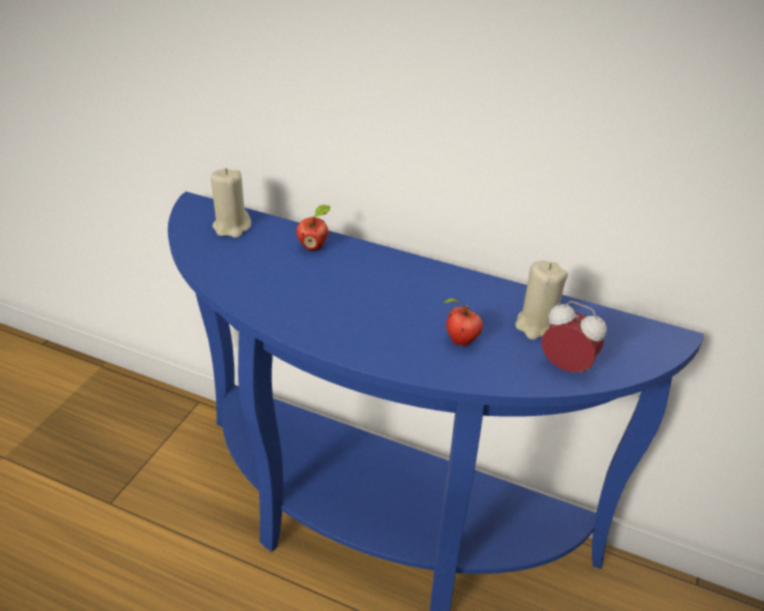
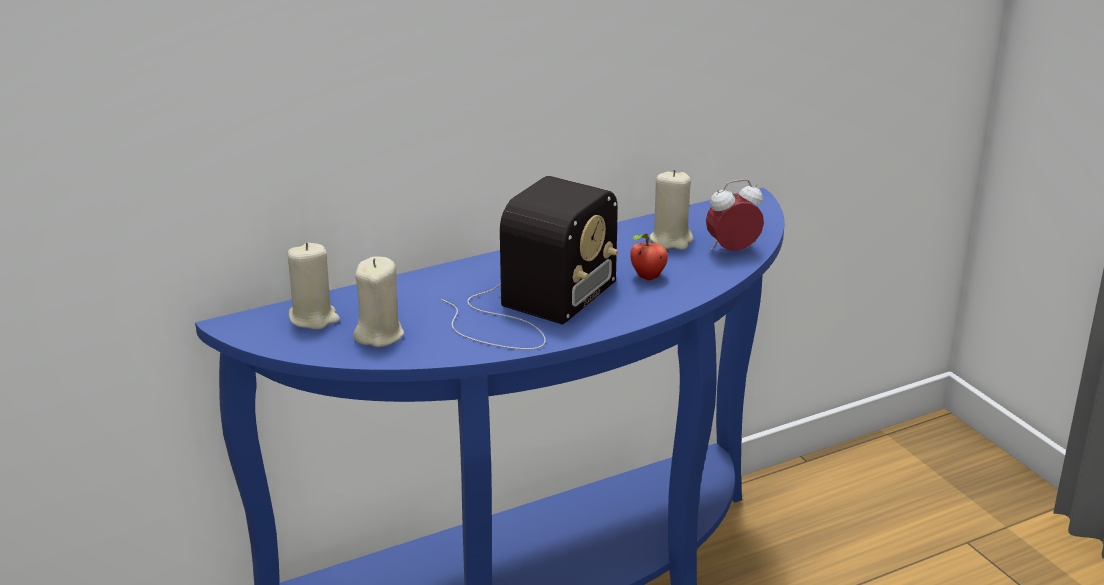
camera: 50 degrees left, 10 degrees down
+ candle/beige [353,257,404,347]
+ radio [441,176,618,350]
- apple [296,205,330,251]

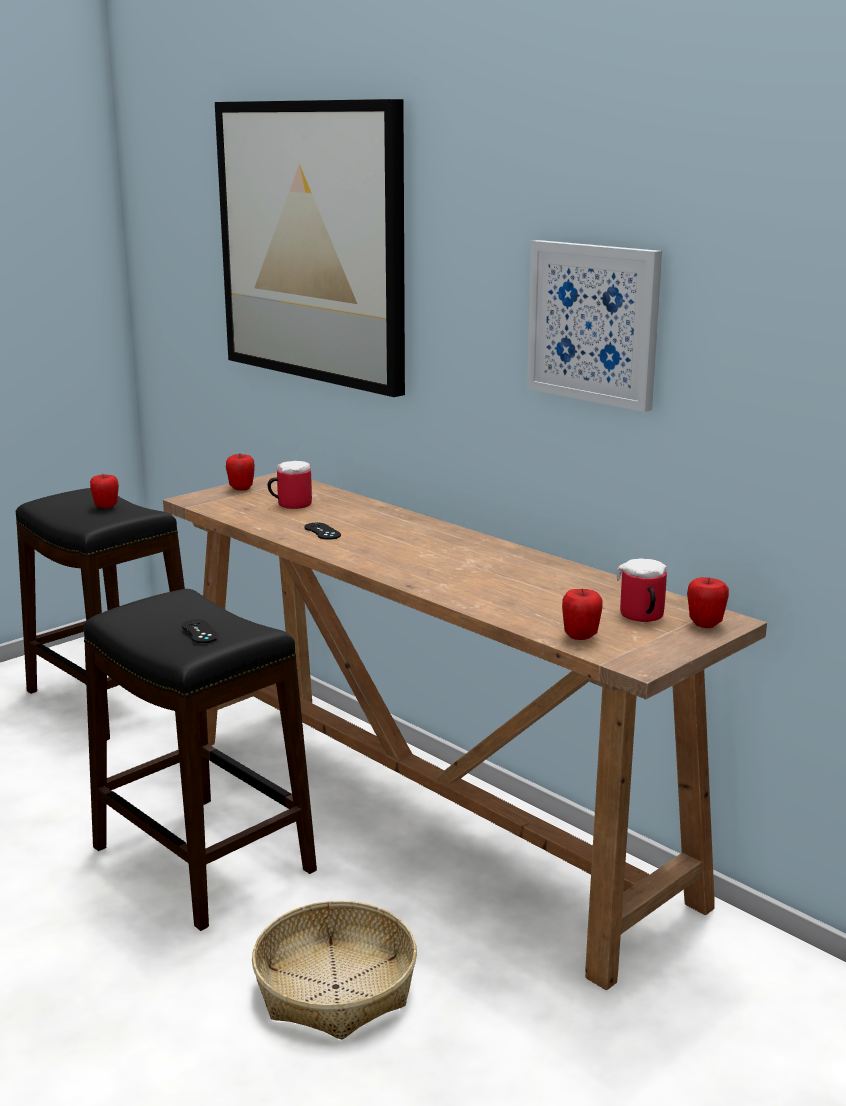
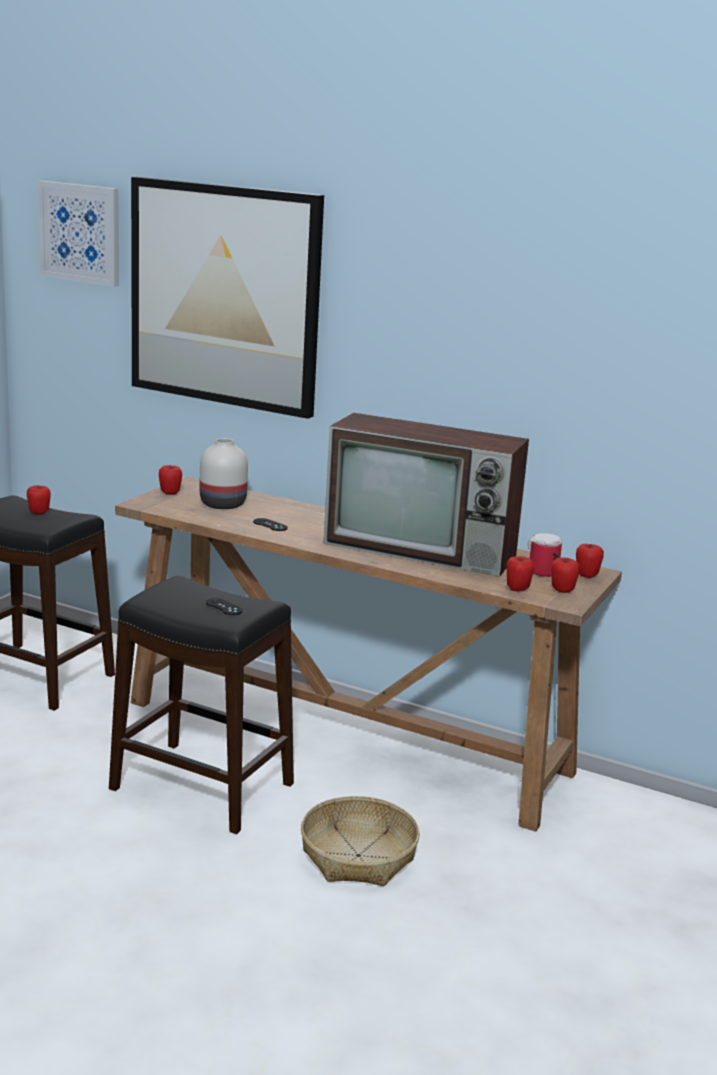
camera: 20 degrees left, 0 degrees up
~ picture [527,240,662,412] to [38,181,119,287]
~ mug [268,461,312,509] to vase/white [200,438,248,509]
+ television [323,413,529,577]
+ apple [551,558,580,593]

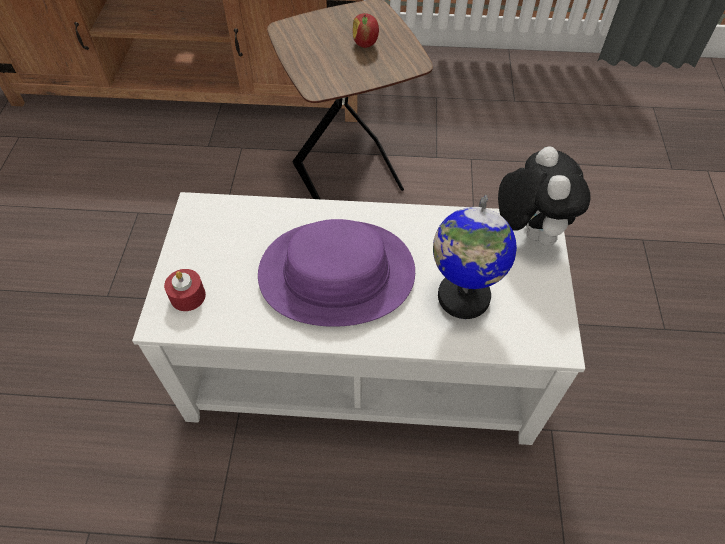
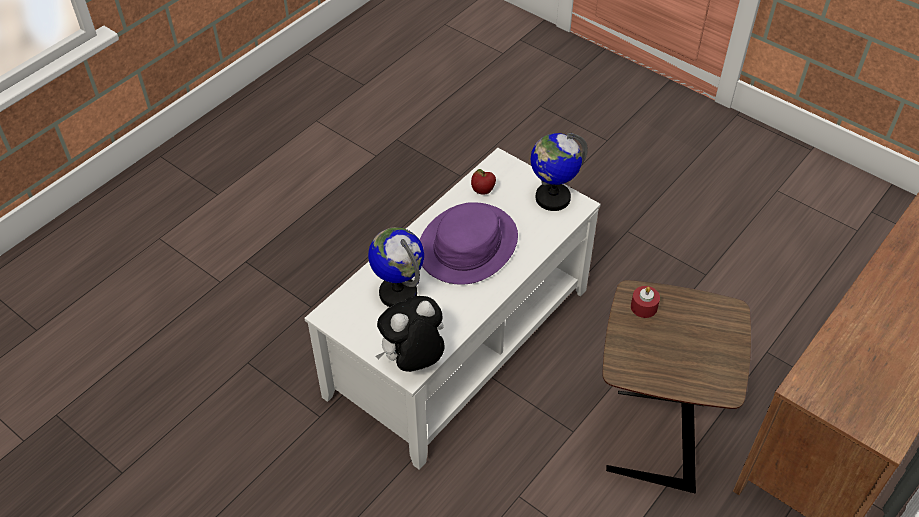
camera: 125 degrees right, 5 degrees down
~ plush toy [498,146,590,246] = [376,296,445,372] 120 degrees clockwise
~ apple [353,13,379,48] to [471,169,496,195]
+ globe [531,133,588,211]
~ candle/red [164,269,206,311] to [631,286,660,318]

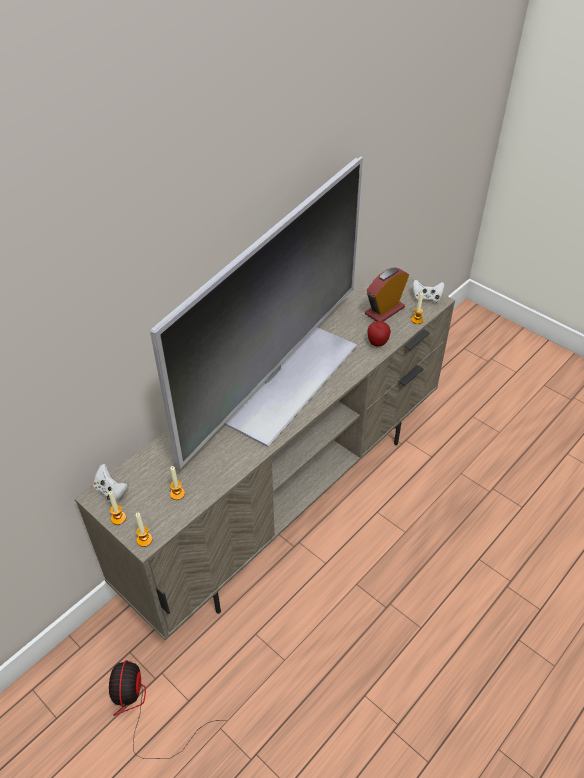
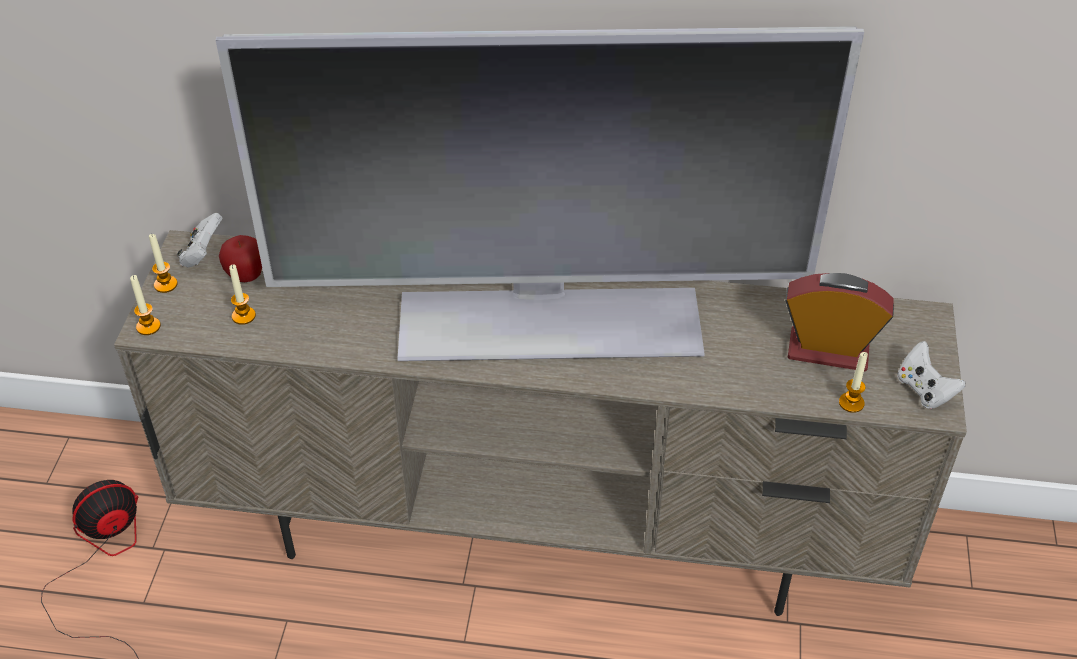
camera: 55 degrees right, 0 degrees up
~ apple [367,321,391,346] to [219,235,262,282]

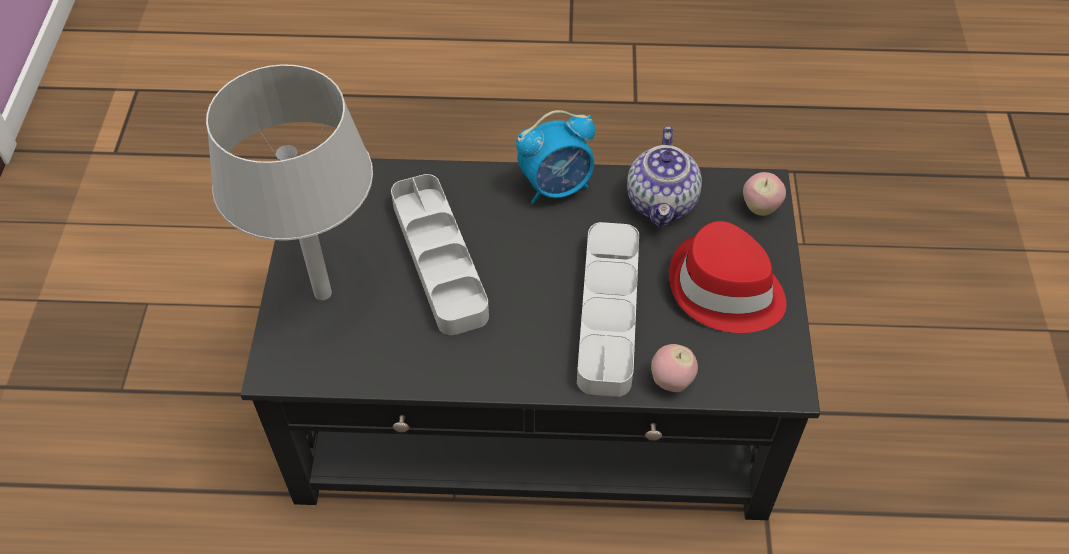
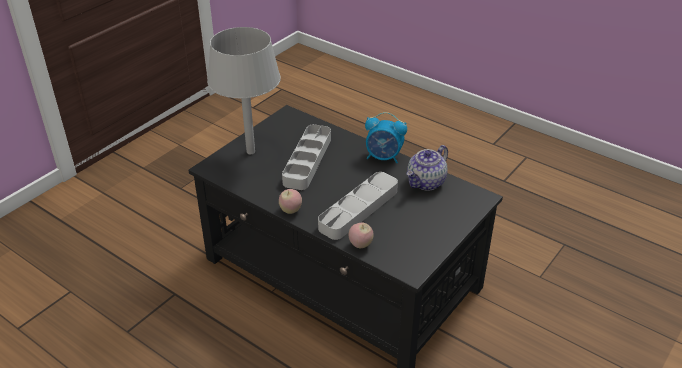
camera: 35 degrees right, 15 degrees down
~ apple [743,172,786,216] to [279,189,302,214]
- hat/red [669,221,786,333]

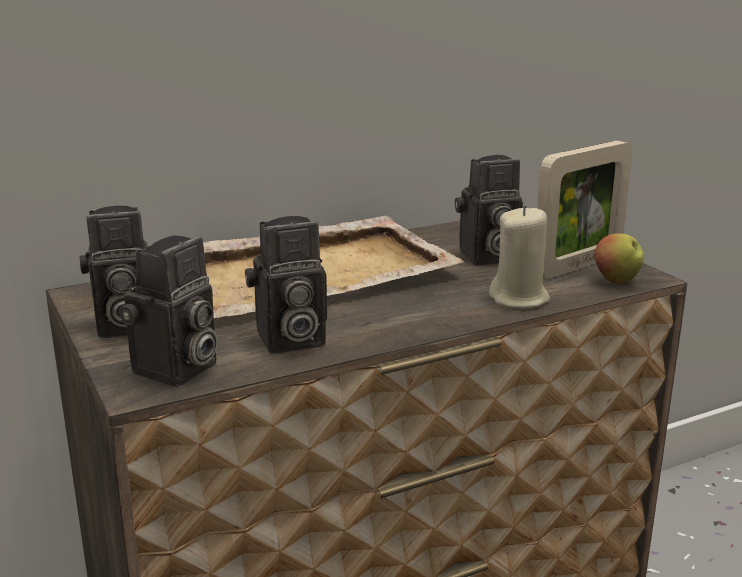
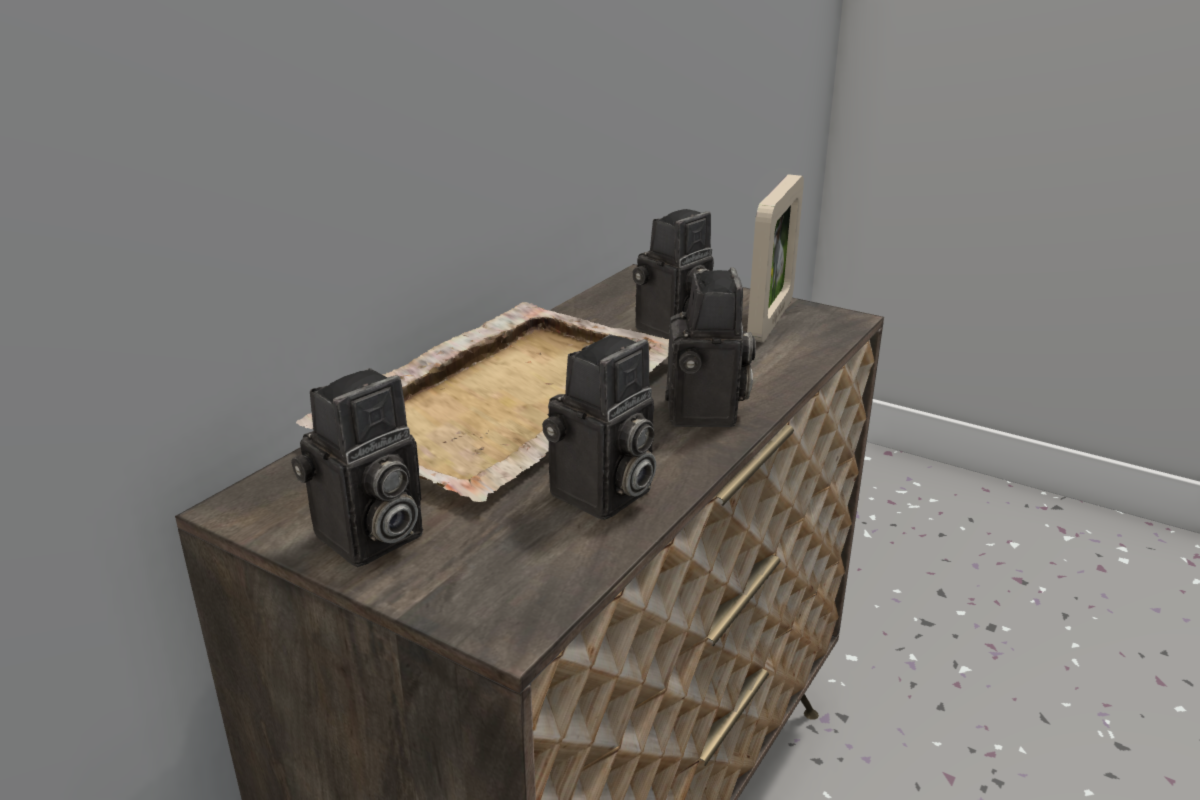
camera: 30 degrees left, 5 degrees up
~ photo camera [119,236,218,387] to [665,267,756,427]
- candle/beige [489,205,550,308]
- apple [594,234,644,284]

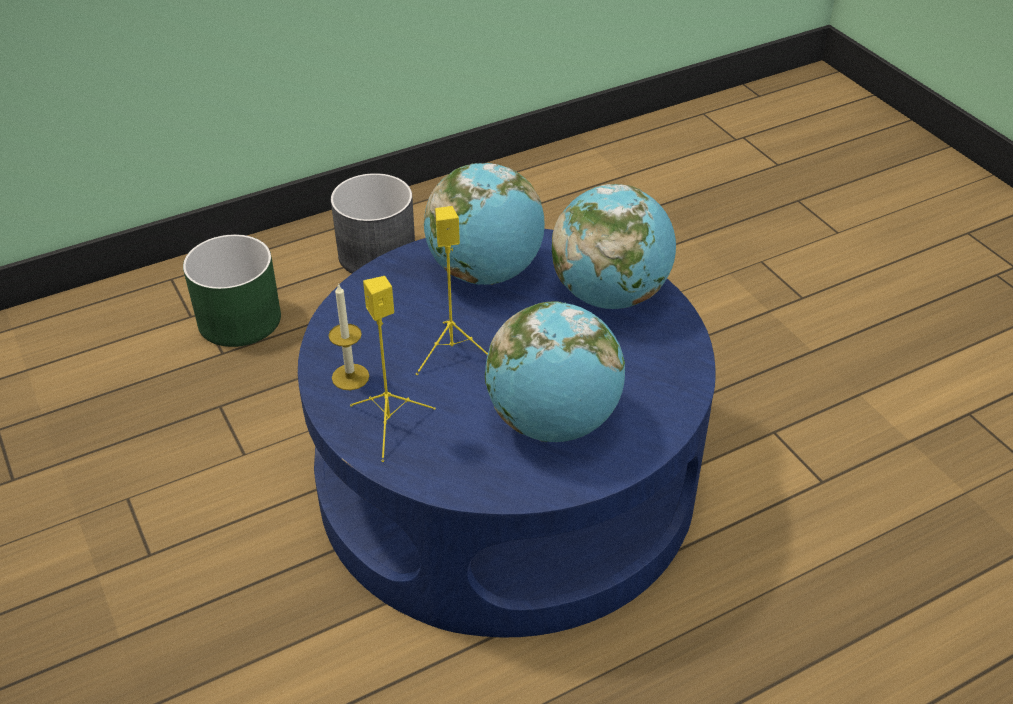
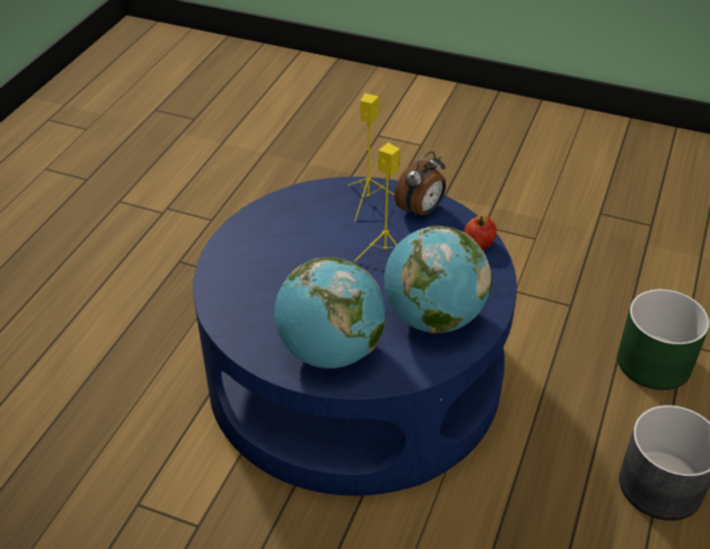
camera: 140 degrees right, 0 degrees up
~ candle [328,283,369,390] to alarm clock [394,152,446,218]
+ apple [464,216,496,249]
- globe [485,301,625,442]

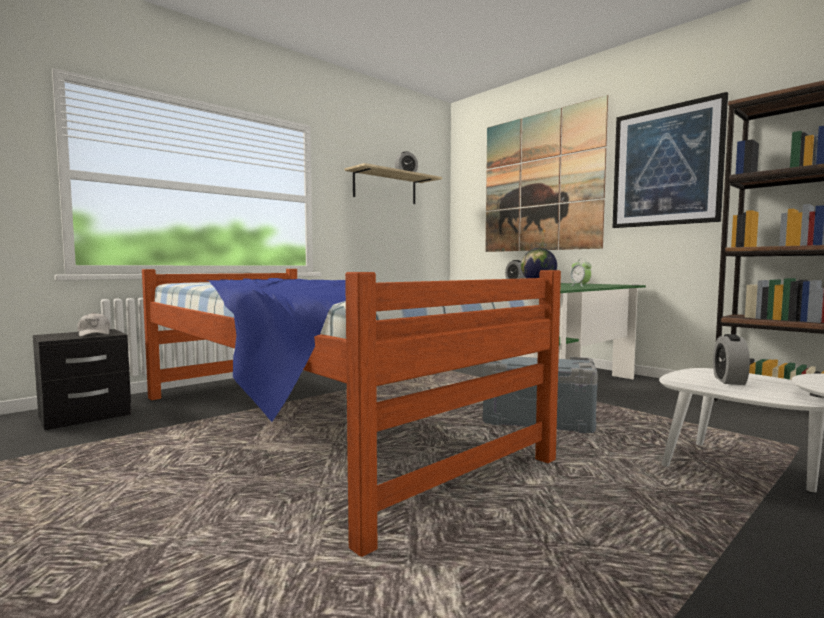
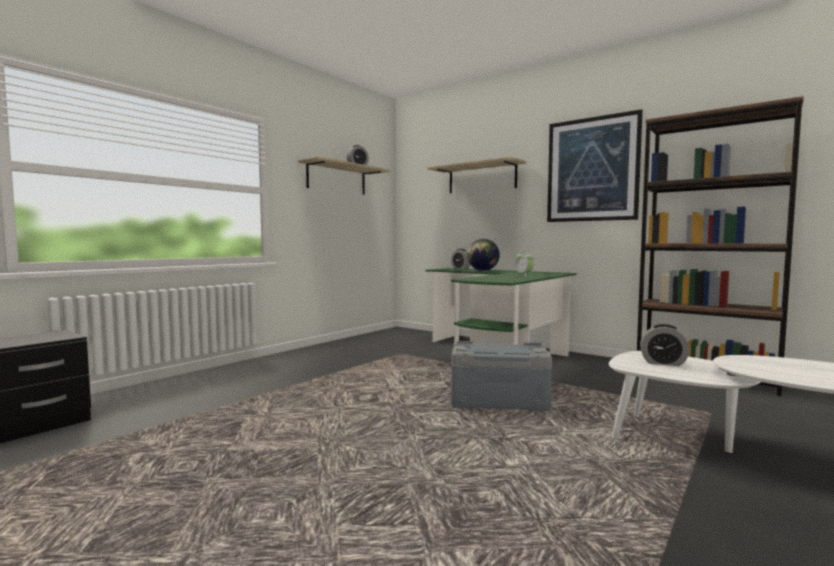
camera: 10 degrees left, 0 degrees up
~ picture [485,95,608,252] to shelf [426,157,526,193]
~ alarm clock [713,334,750,385] = [640,324,689,366] 75 degrees counterclockwise
- cap/white [77,312,111,337]
- bed [142,269,561,557]

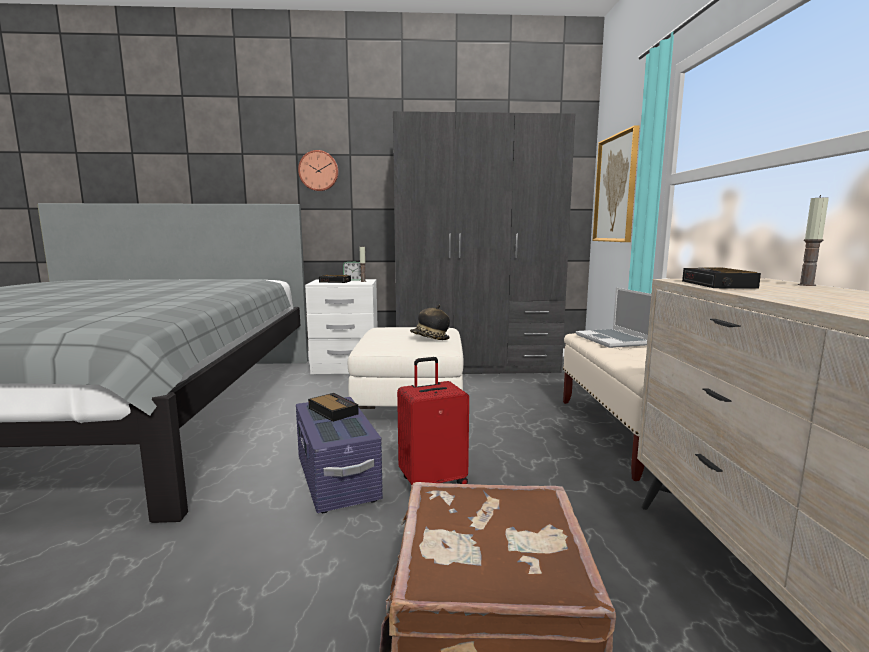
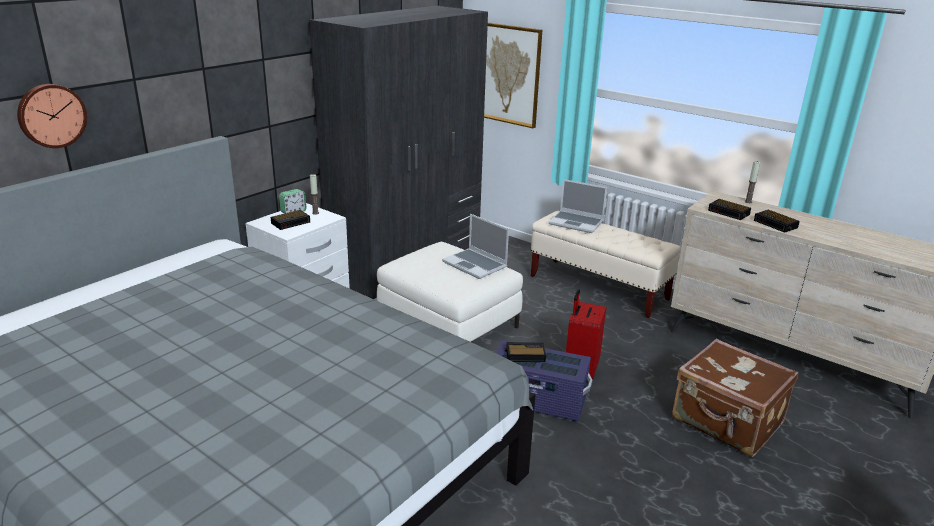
camera: 50 degrees left, 15 degrees up
~ wall clock [298,150,339,191] to [17,84,87,148]
~ hat [410,305,450,340] to laptop [442,214,509,279]
+ alarm clock [754,210,800,233]

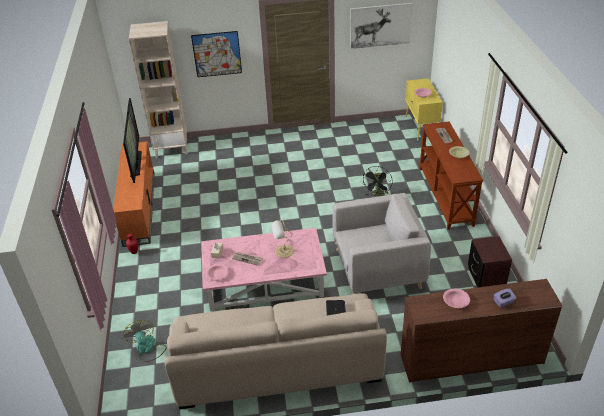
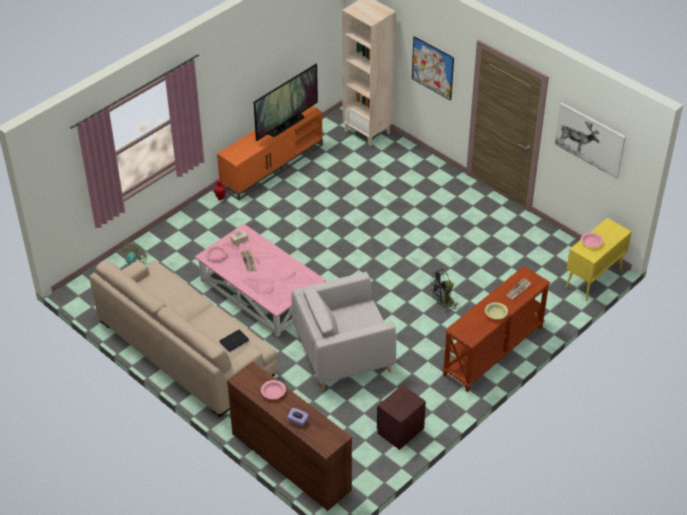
camera: 50 degrees right, 5 degrees up
~ armchair/grey [333,193,431,294] = [292,272,396,390] 120 degrees clockwise
- table lamp [271,220,294,258]

